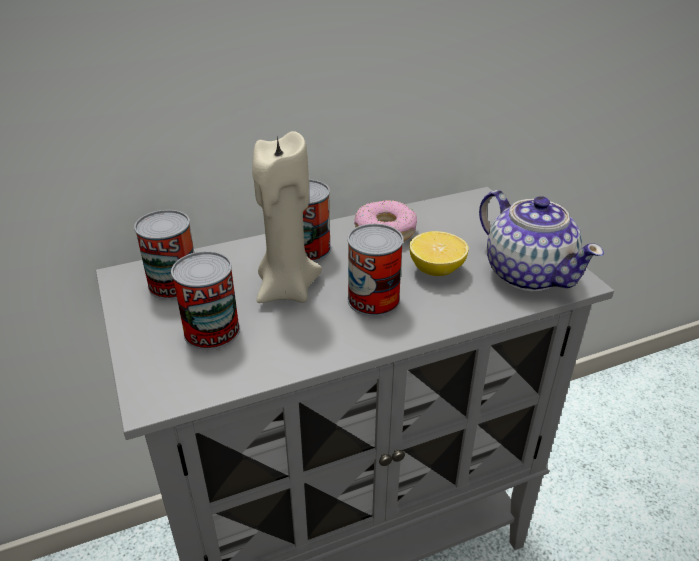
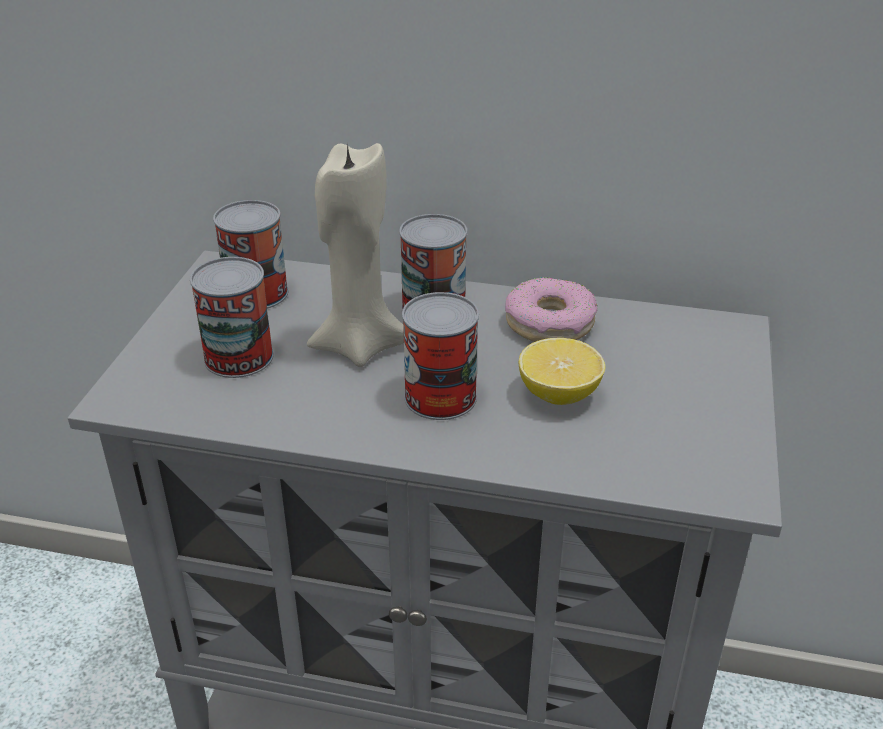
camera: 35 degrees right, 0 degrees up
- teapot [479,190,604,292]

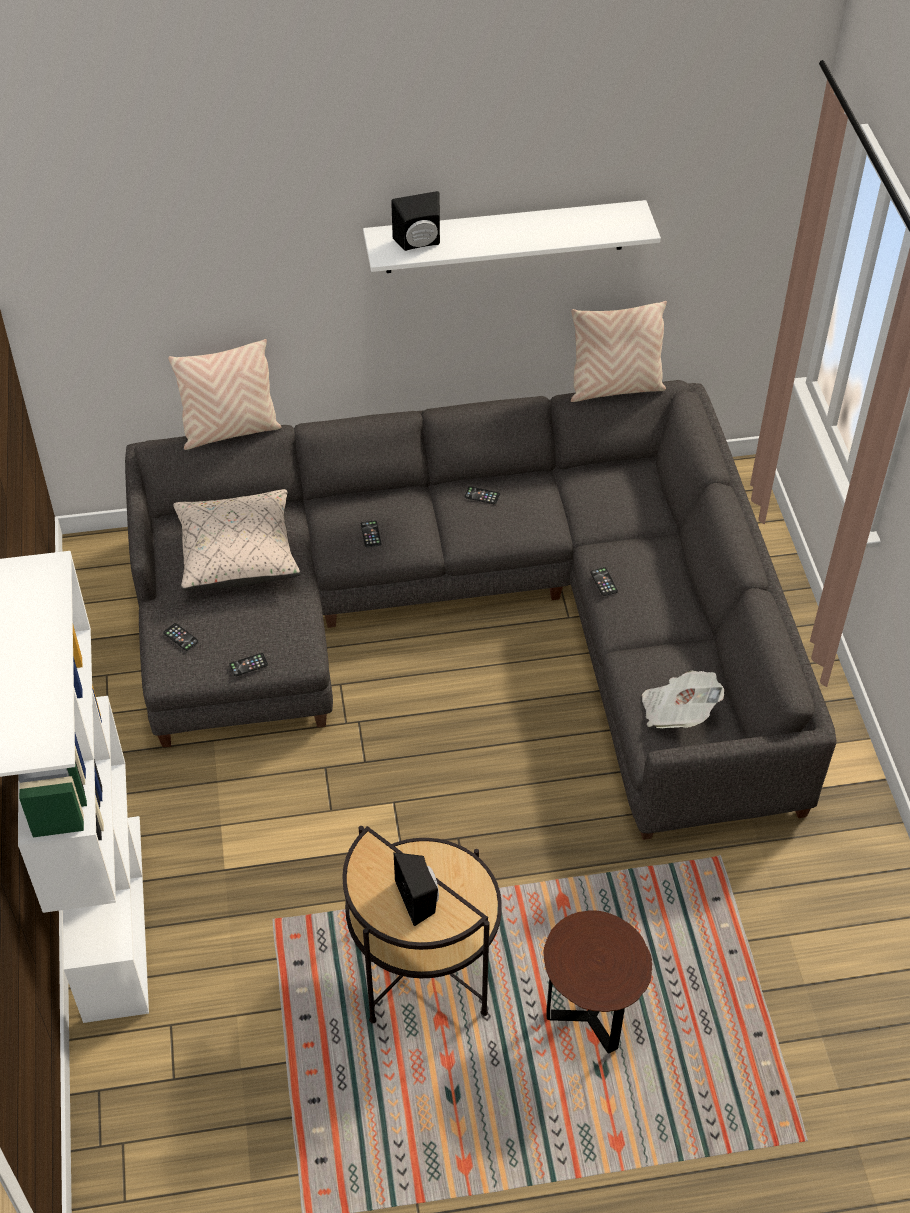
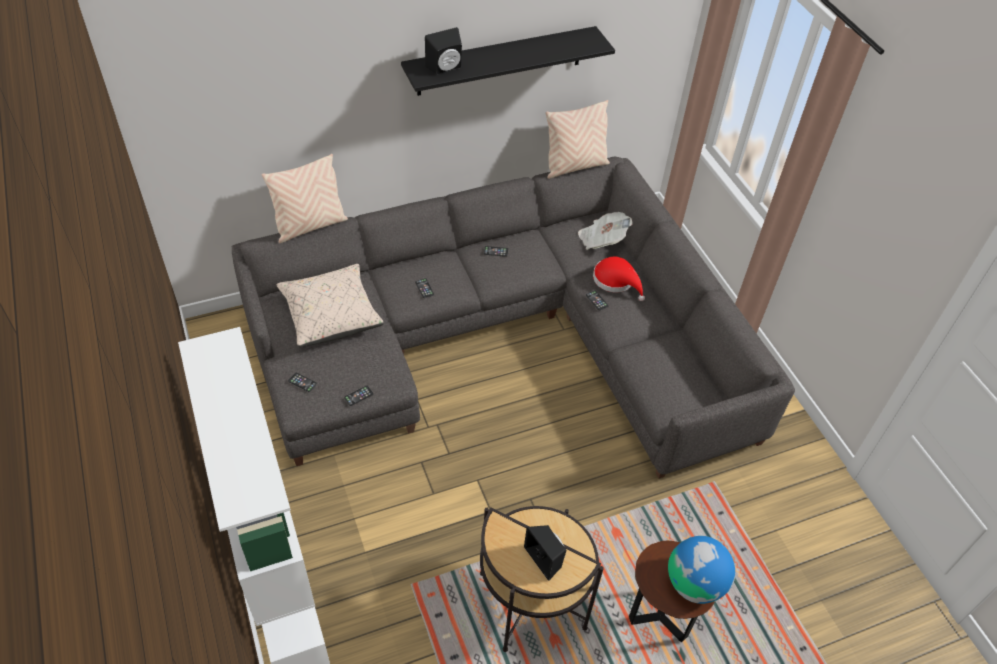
camera: 15 degrees left, 0 degrees up
~ shelf/white [363,200,661,273] to shelf/black [401,26,615,96]
~ newspaper [642,670,724,728] to [578,212,632,250]
+ hat/red [593,257,645,301]
+ globe [668,536,735,604]

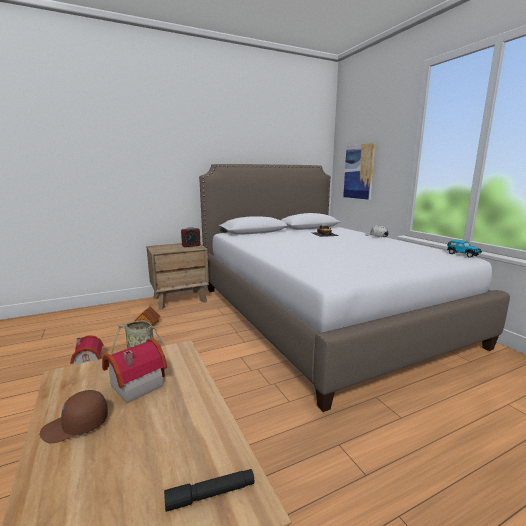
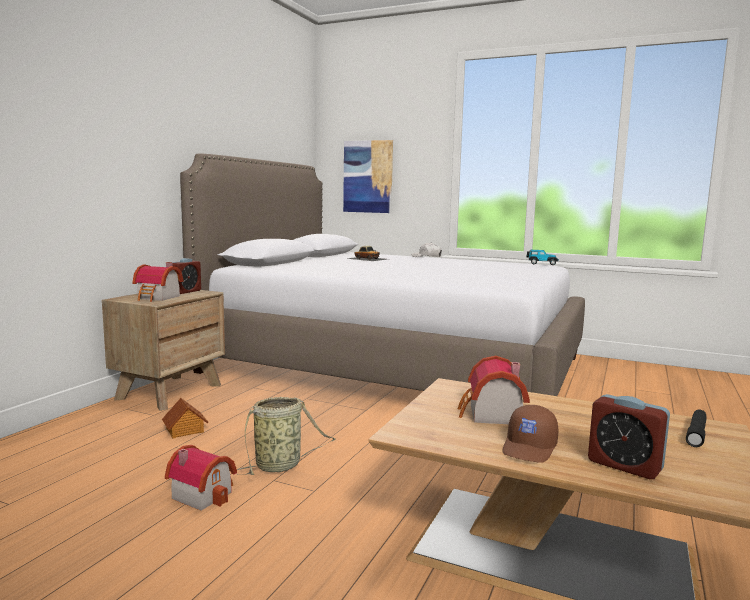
camera: 40 degrees left, 5 degrees down
+ toy house [132,262,184,302]
+ alarm clock [588,394,670,479]

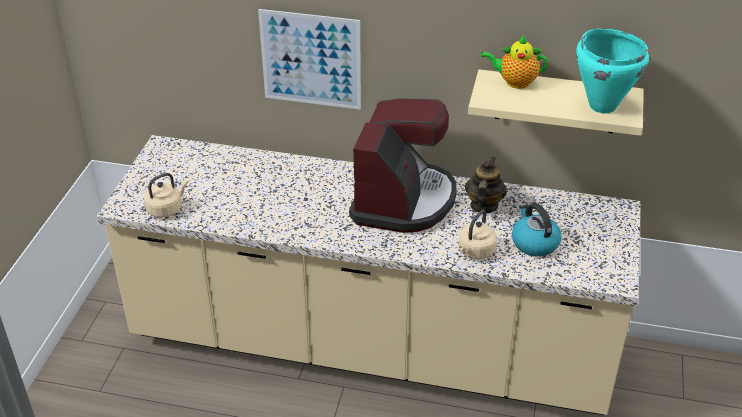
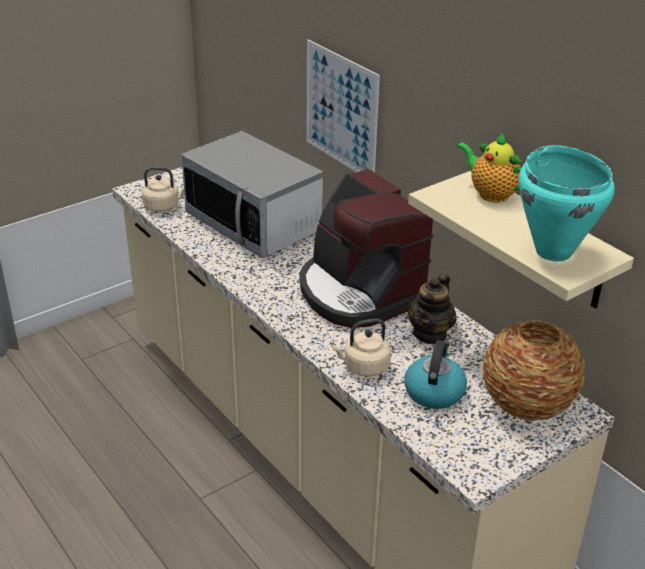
camera: 40 degrees right, 5 degrees down
+ microwave [181,131,323,258]
~ coffee machine [349,98,457,233] = [300,169,433,328] 90 degrees clockwise
~ teapot [465,157,507,213] = [407,273,457,345] 150 degrees clockwise
+ vase [482,320,585,421]

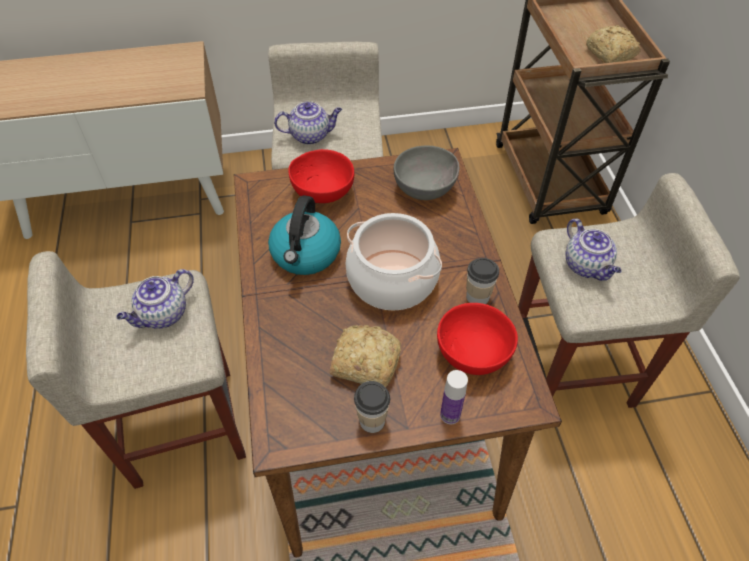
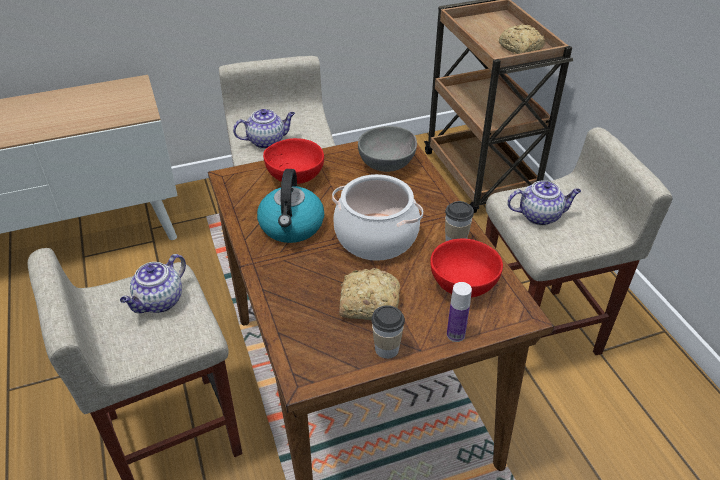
camera: 10 degrees left, 10 degrees down
~ teapot [566,219,621,281] = [507,180,581,225] 60 degrees counterclockwise

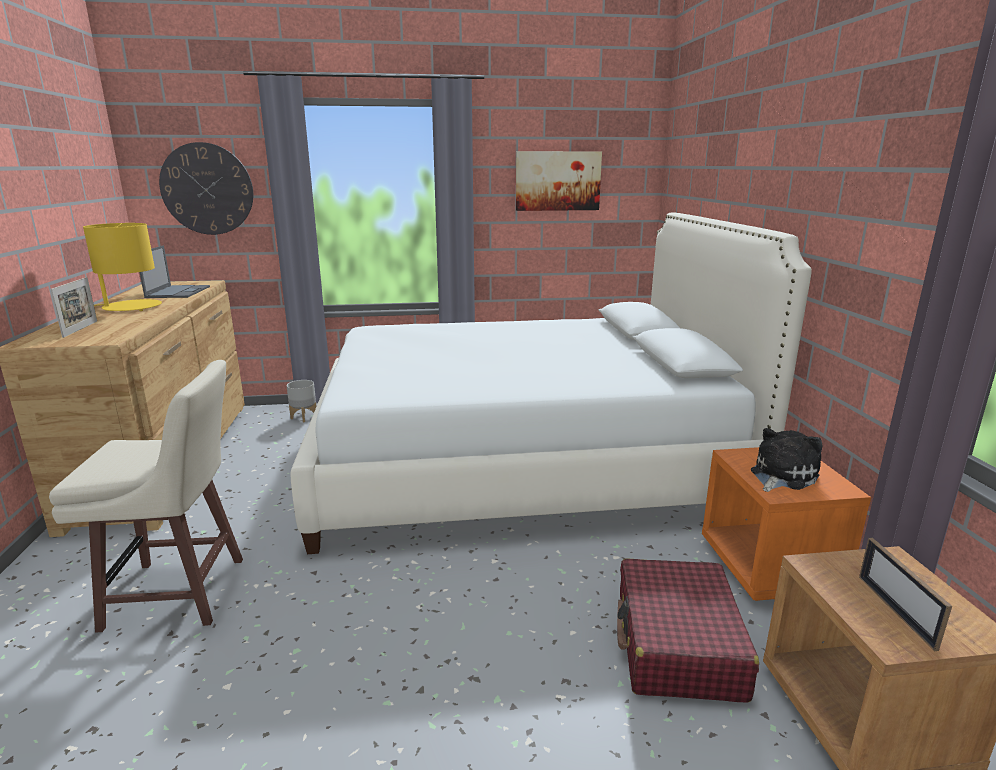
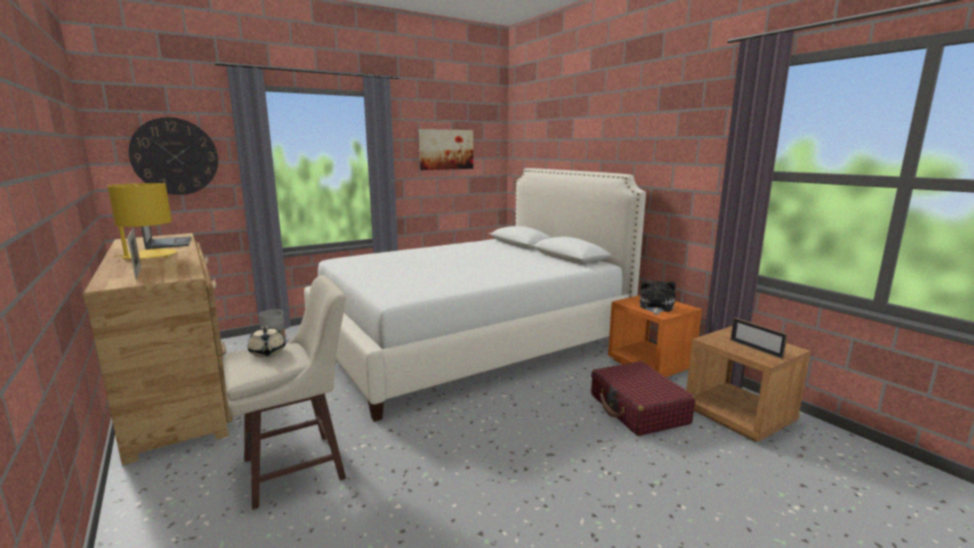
camera: 25 degrees left, 5 degrees down
+ teapot/beige [248,326,286,357]

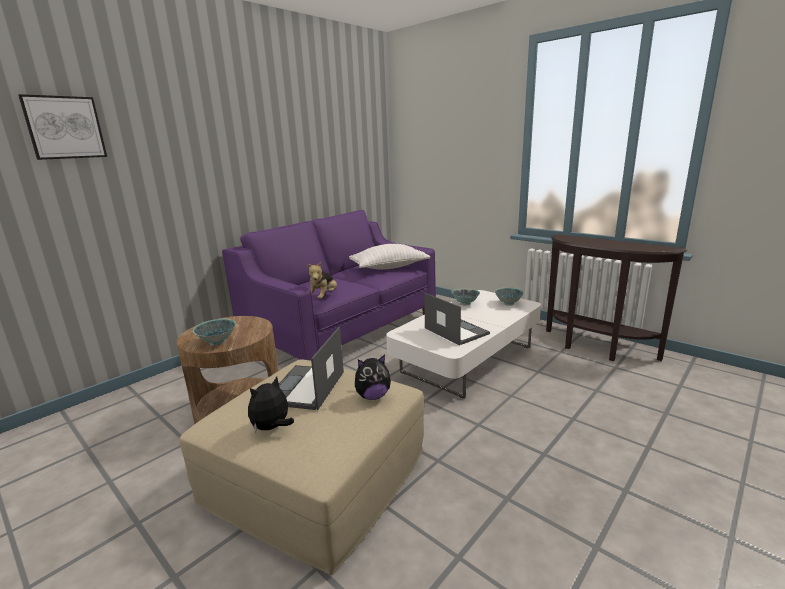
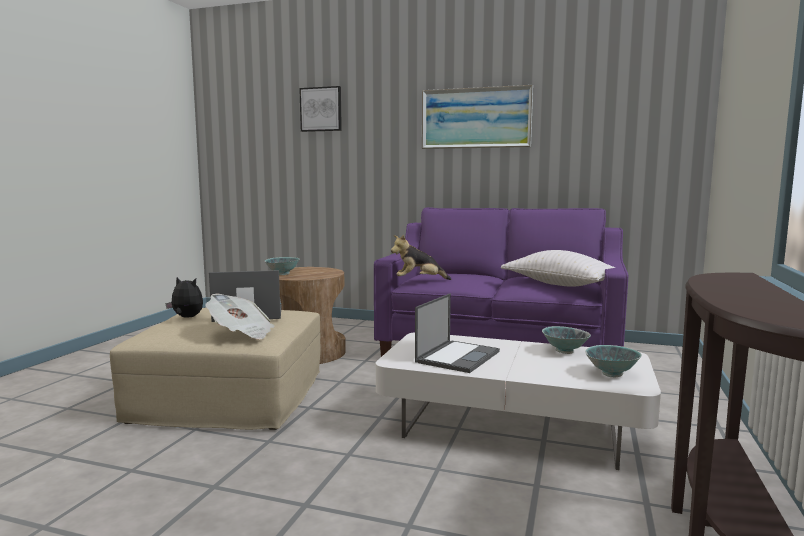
camera: 65 degrees right, 10 degrees down
~ plush toy [355,355,391,400] to newspaper [206,294,275,339]
+ picture [422,85,533,149]

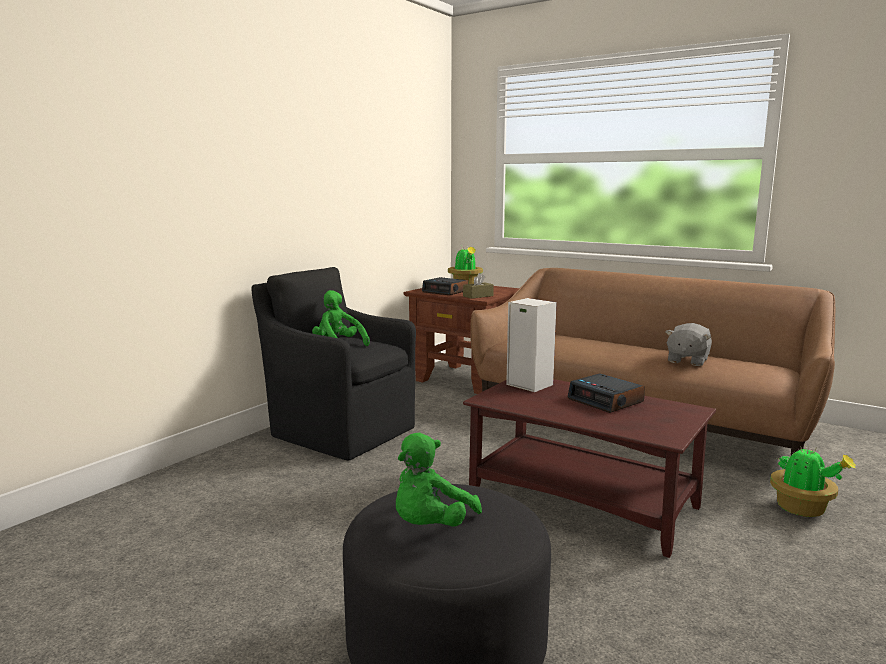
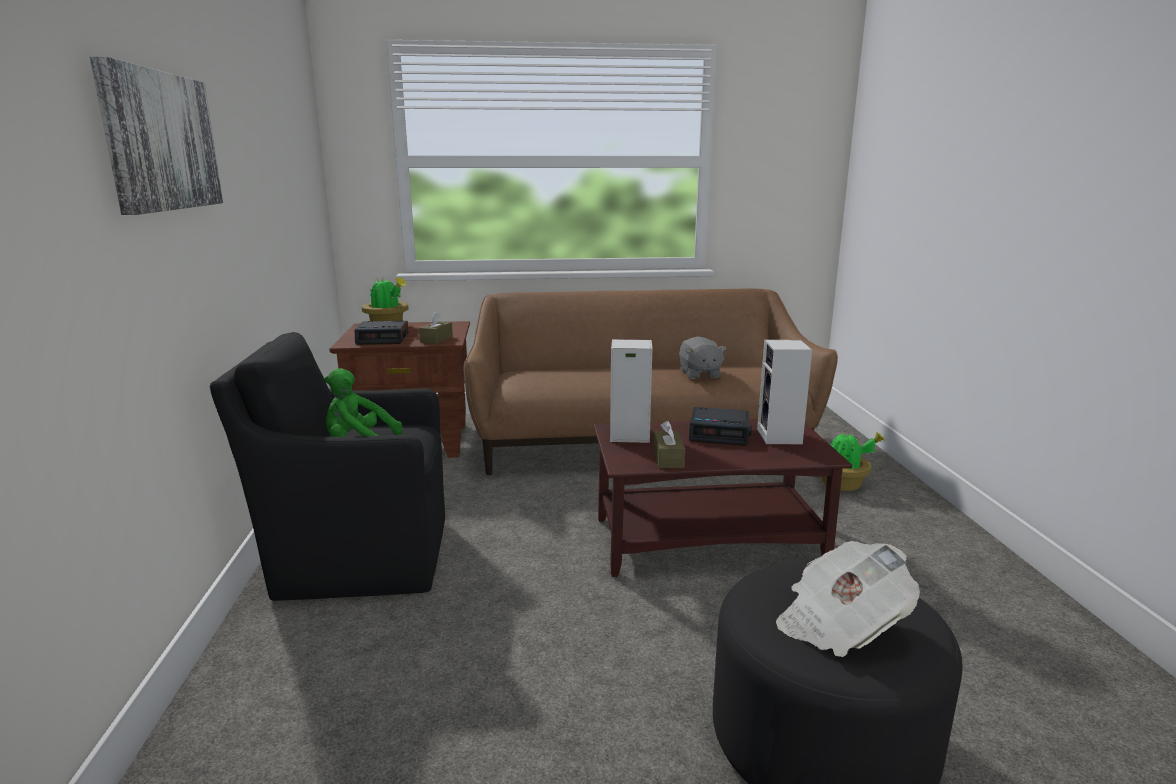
camera: 40 degrees left, 5 degrees up
+ picture [90,56,223,215]
+ tissue box/brown [653,420,685,468]
+ speaker [757,340,812,444]
~ plush toy/green [396,432,482,526] to newspaper [776,541,920,657]

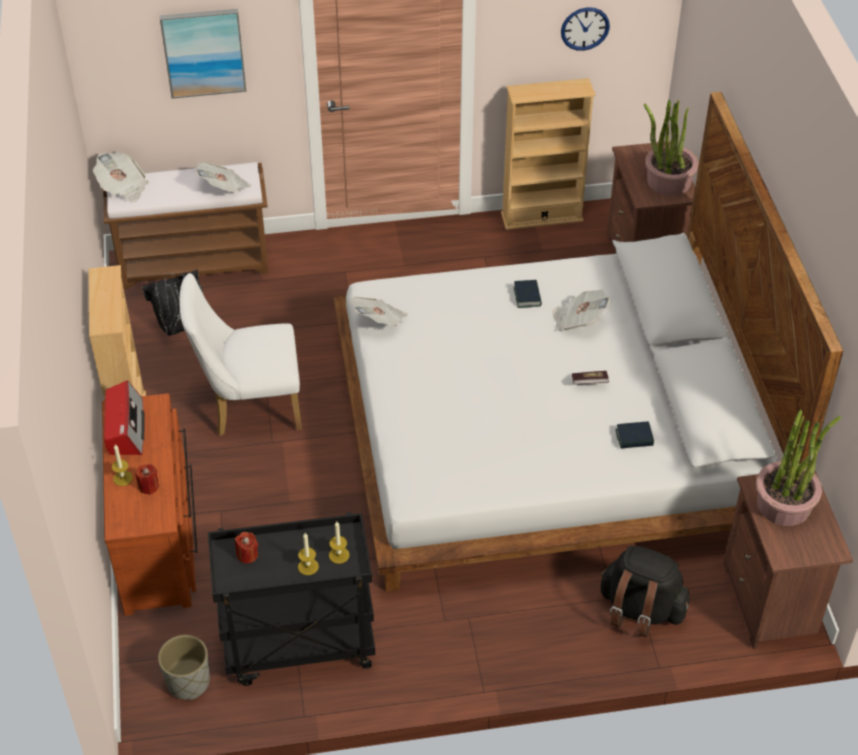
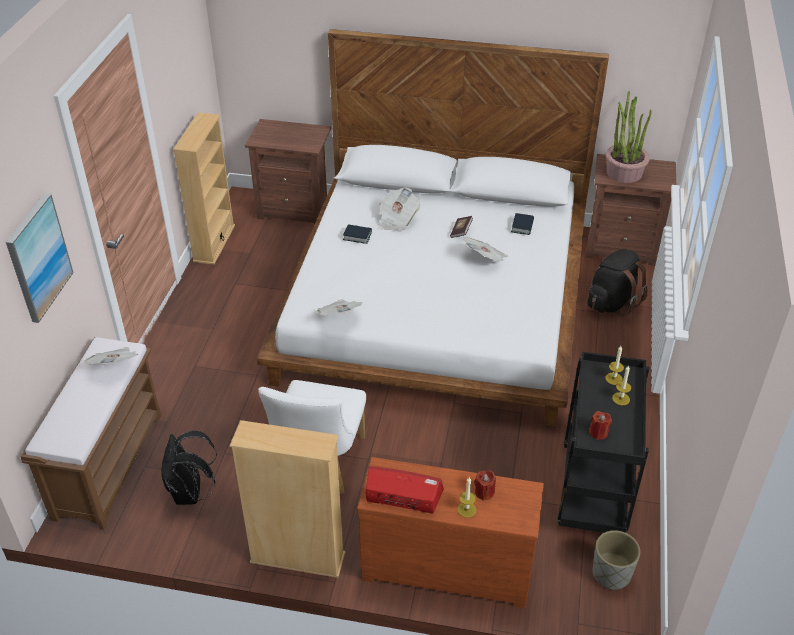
camera: 70 degrees left, 5 degrees down
~ newspaper [93,152,149,202] to [463,237,508,262]
- wall clock [561,7,610,51]
- potted plant [644,100,699,196]

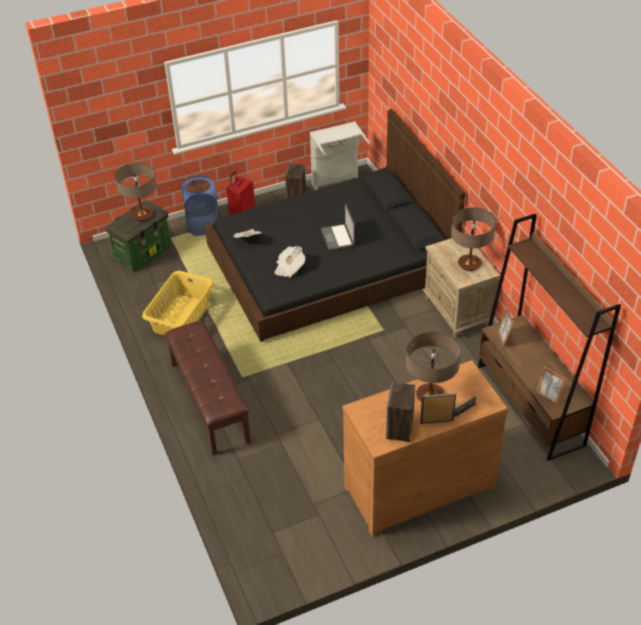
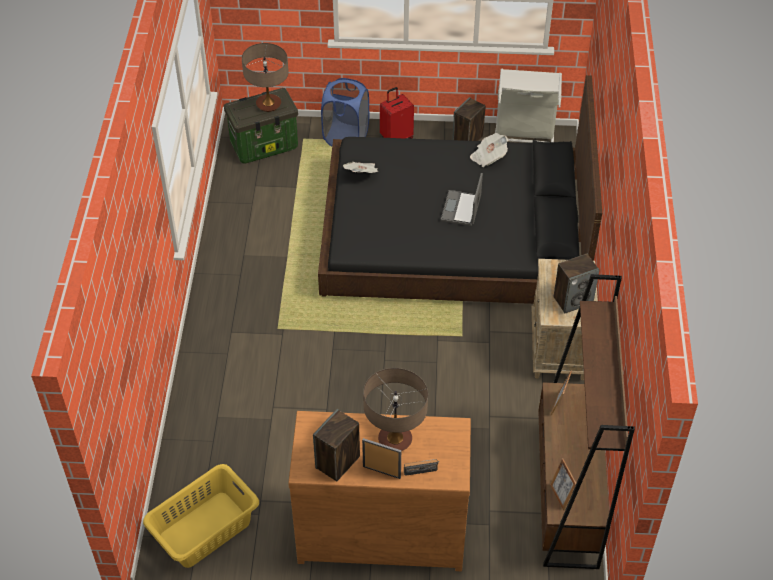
camera: 25 degrees right, 5 degrees up
~ laundry basket/yellow [142,271,214,336] to [143,464,259,568]
~ newspaper [274,246,305,278] to [470,133,508,167]
~ table lamp [451,207,496,271] to speaker [553,254,600,314]
- bench/brown [165,321,251,456]

